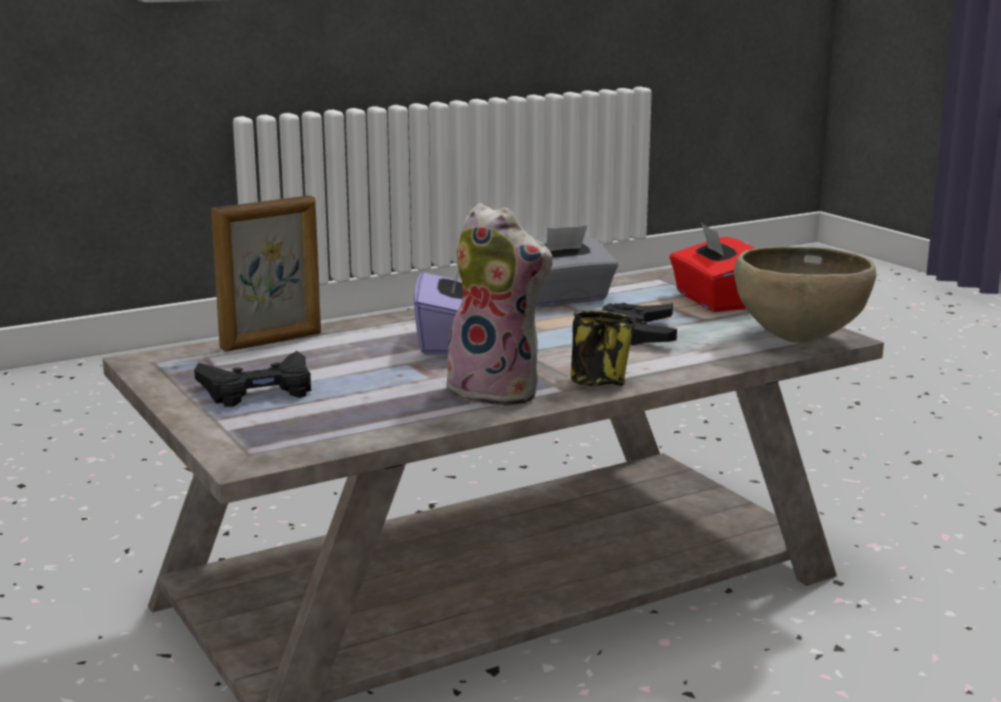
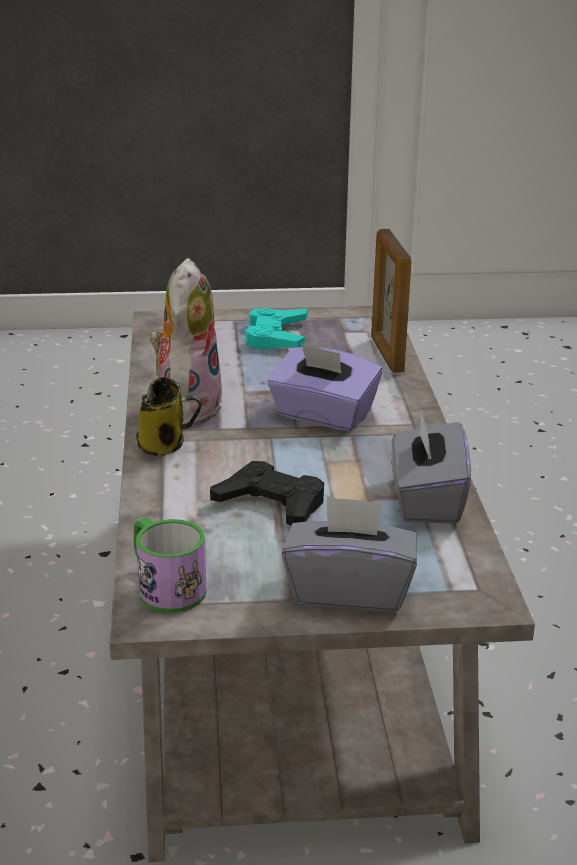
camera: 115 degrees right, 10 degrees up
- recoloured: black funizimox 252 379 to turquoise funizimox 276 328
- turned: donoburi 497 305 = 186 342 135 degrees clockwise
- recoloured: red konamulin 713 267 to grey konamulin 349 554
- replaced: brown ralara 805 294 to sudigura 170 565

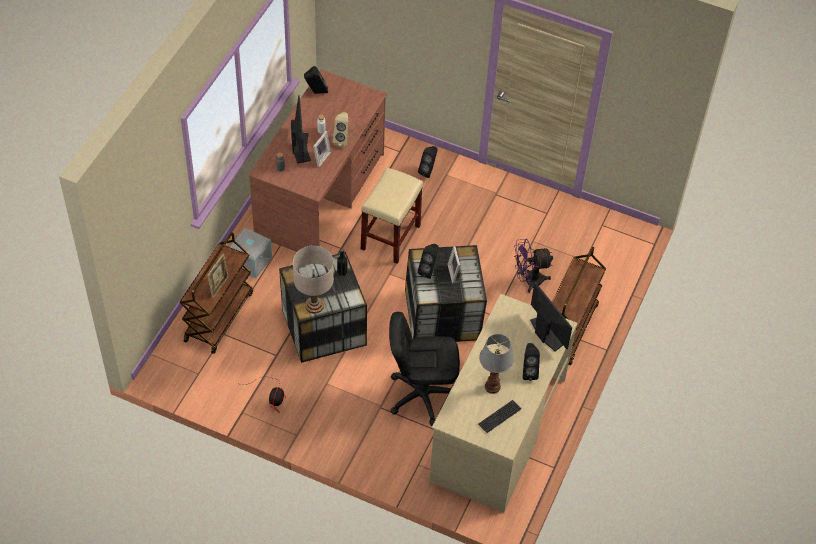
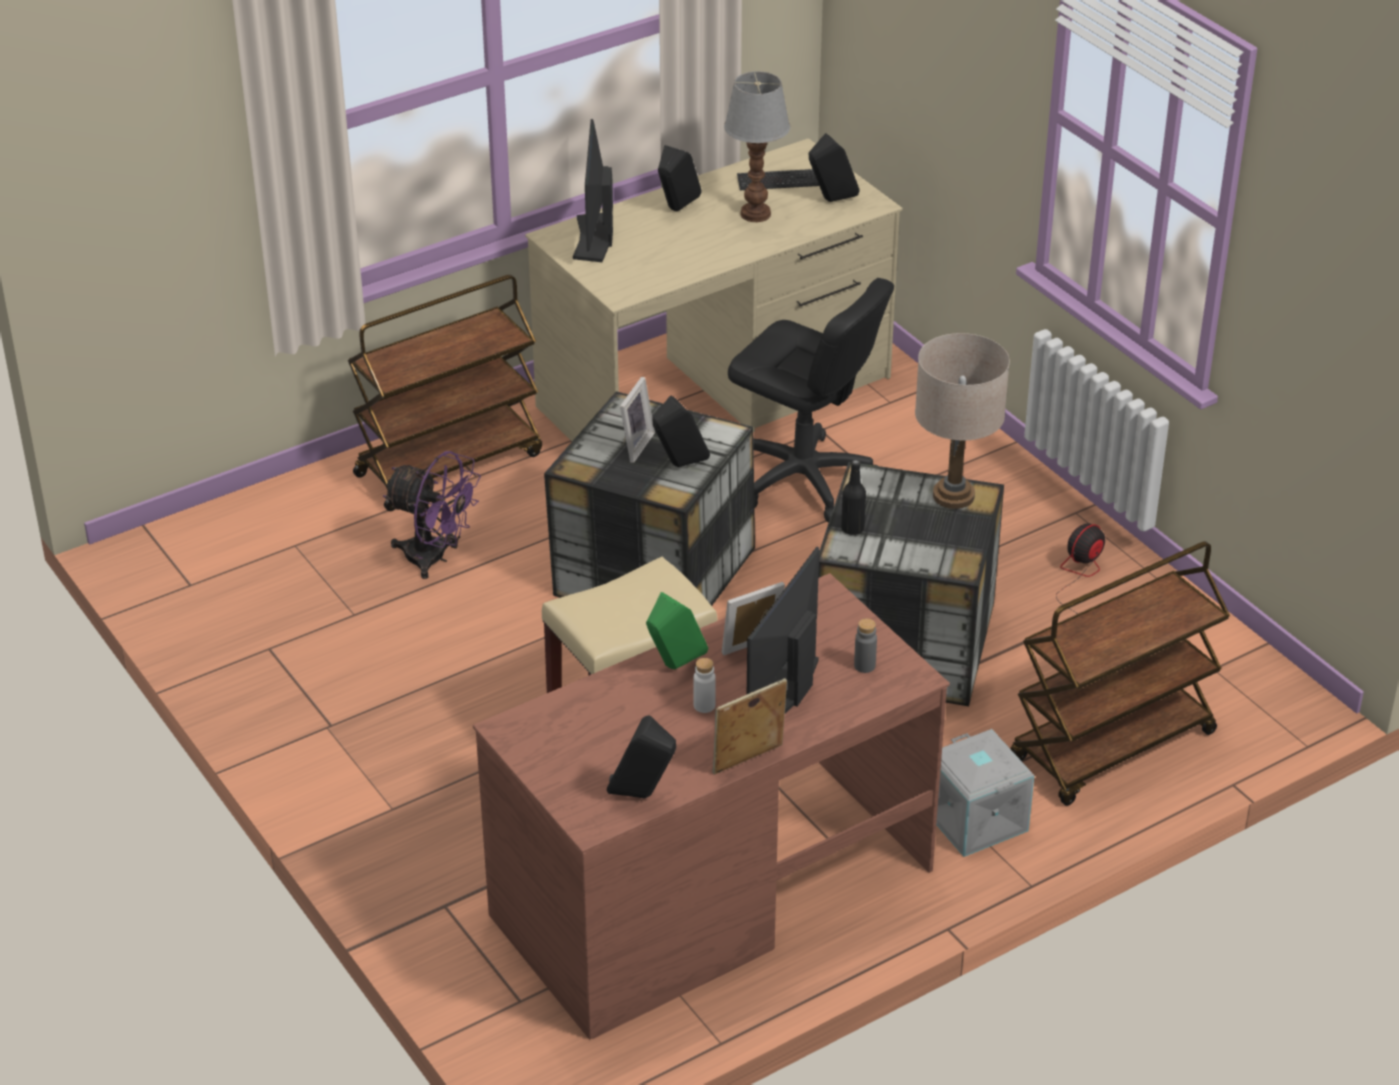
camera: 145 degrees left, 15 degrees down
- moved: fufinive 218 276 to 750 726
- recoloured: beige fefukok 340 129 to green fefukok 677 630
- moved: black fefukok 428 162 to 834 167

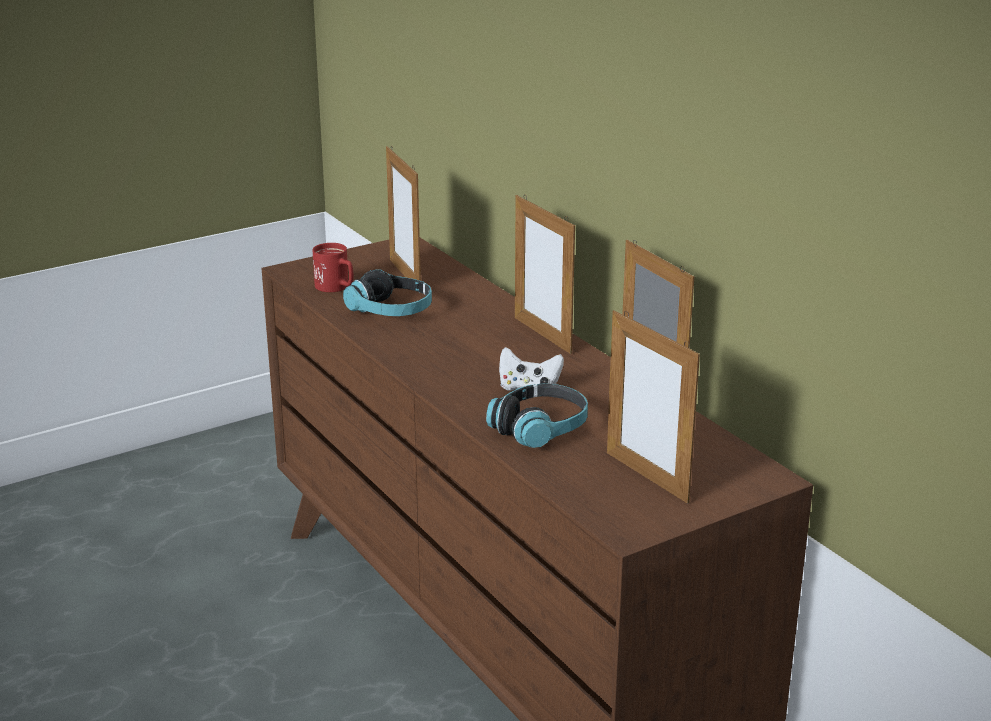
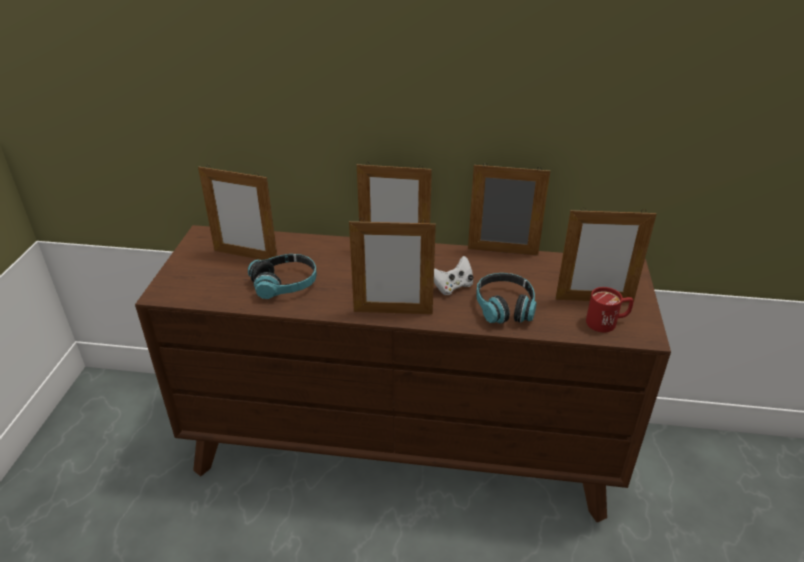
camera: 50 degrees left, 10 degrees up
- moved: red sudigura 332 267 to 609 309
- added: fufinive 392 266

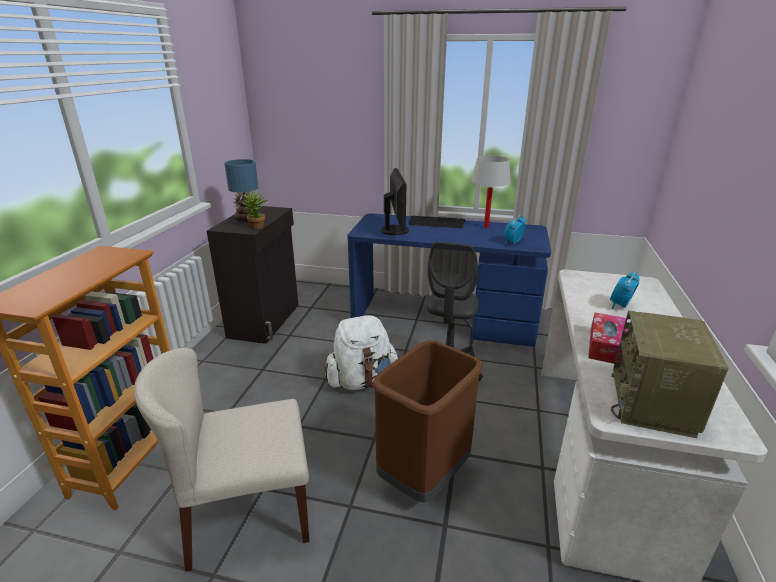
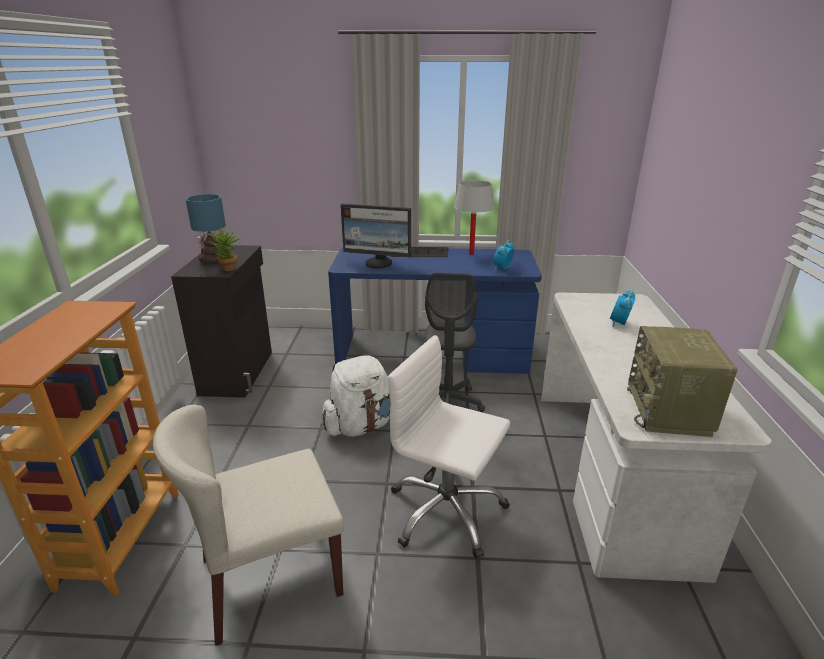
camera: 10 degrees left, 0 degrees up
- replaced: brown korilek 427 421 to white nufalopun 449 447
- turned: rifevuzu 394 201 = 375 236 120 degrees clockwise
- removed: konamulin 607 338

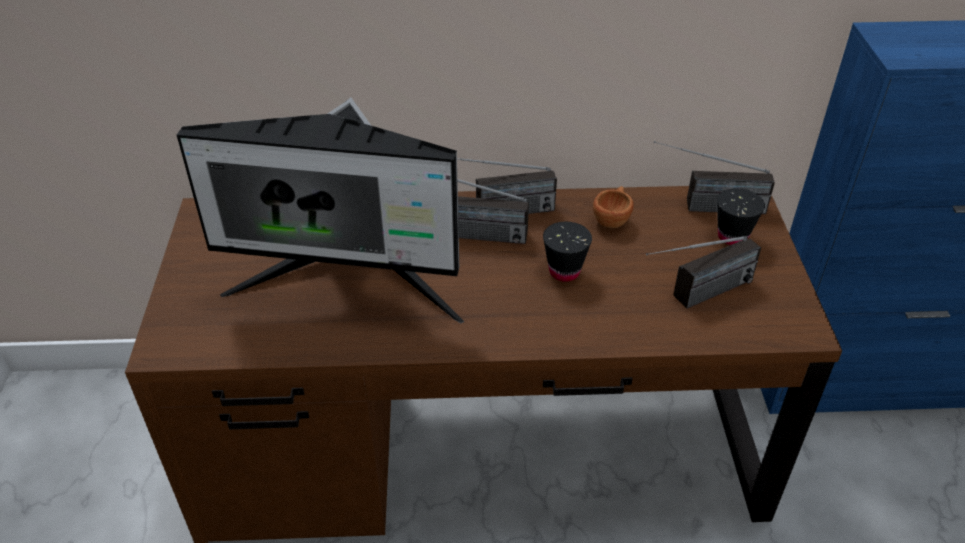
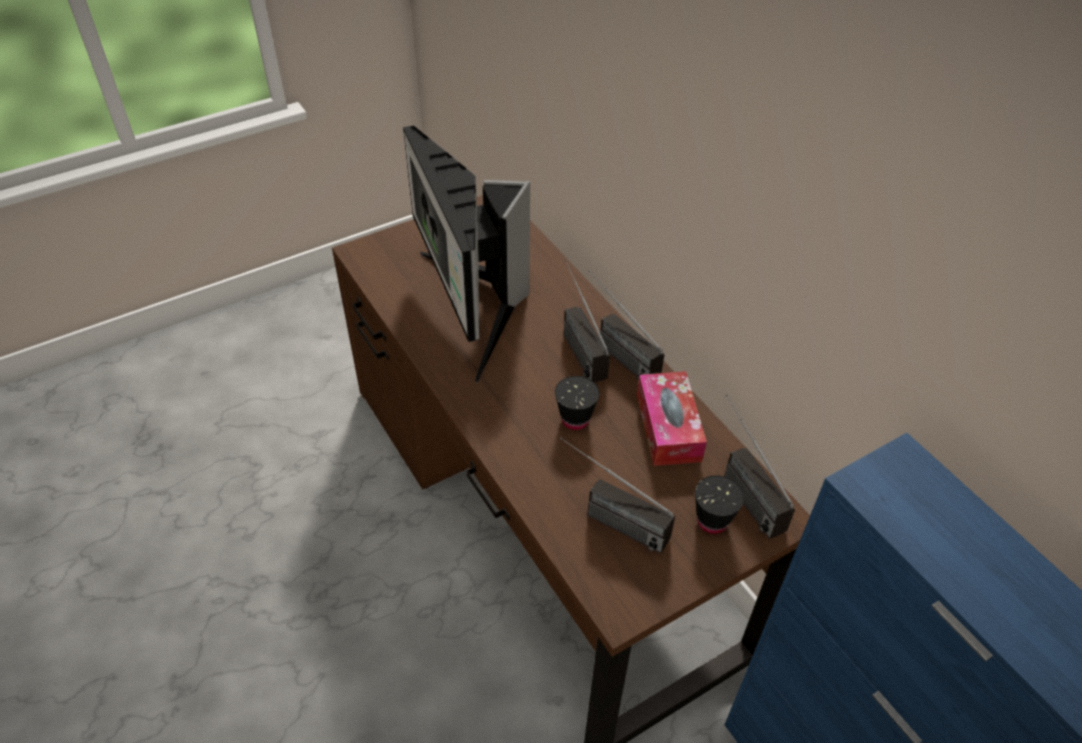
camera: 60 degrees right, 5 degrees up
- replaced: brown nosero 613 207 to konamulin 672 418

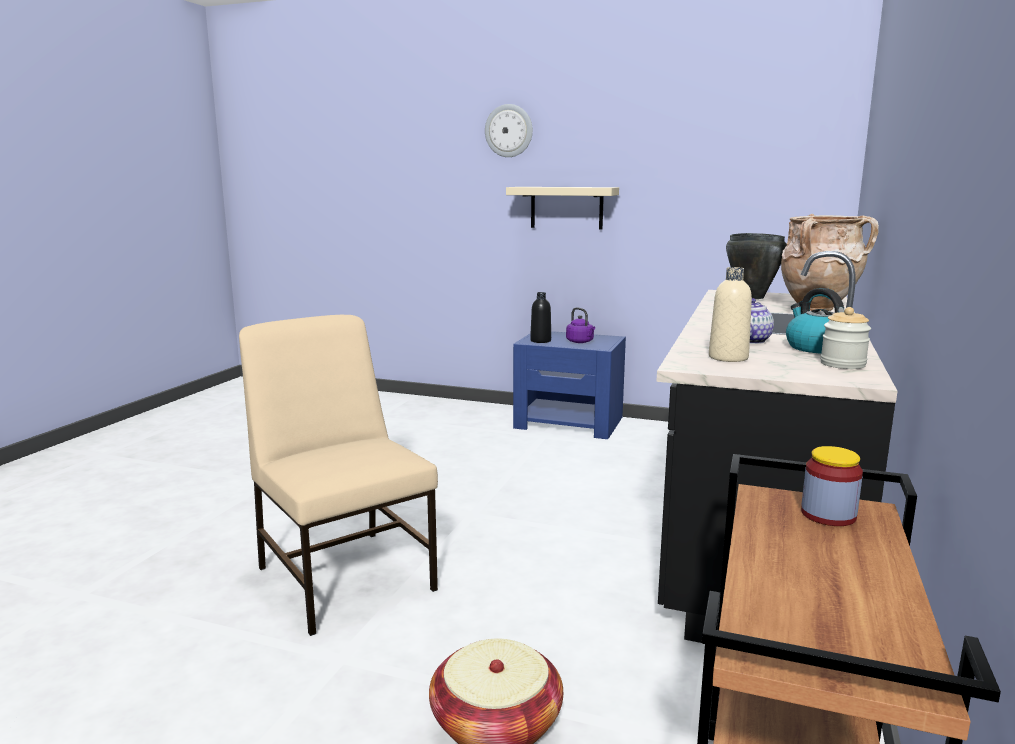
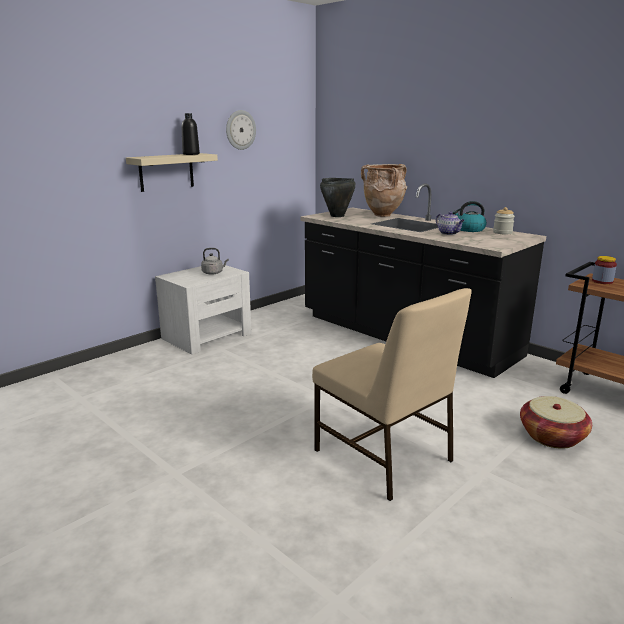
camera: 65 degrees left, 5 degrees up
- turned: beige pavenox 338 475 = 392 394 120 degrees counterclockwise
- moved: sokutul 509 130 to 241 130
- recoloured: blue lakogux 569 385 to white lakogux 203 309
- moved: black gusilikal 540 317 to 191 134
- recoloured: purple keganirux 580 325 to grey keganirux 215 261
- removed: beige gusilikal 730 314

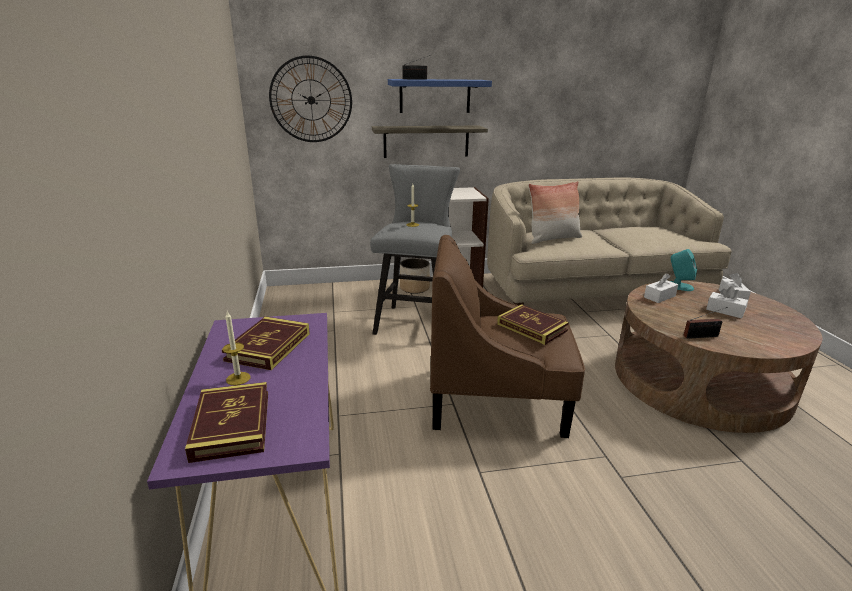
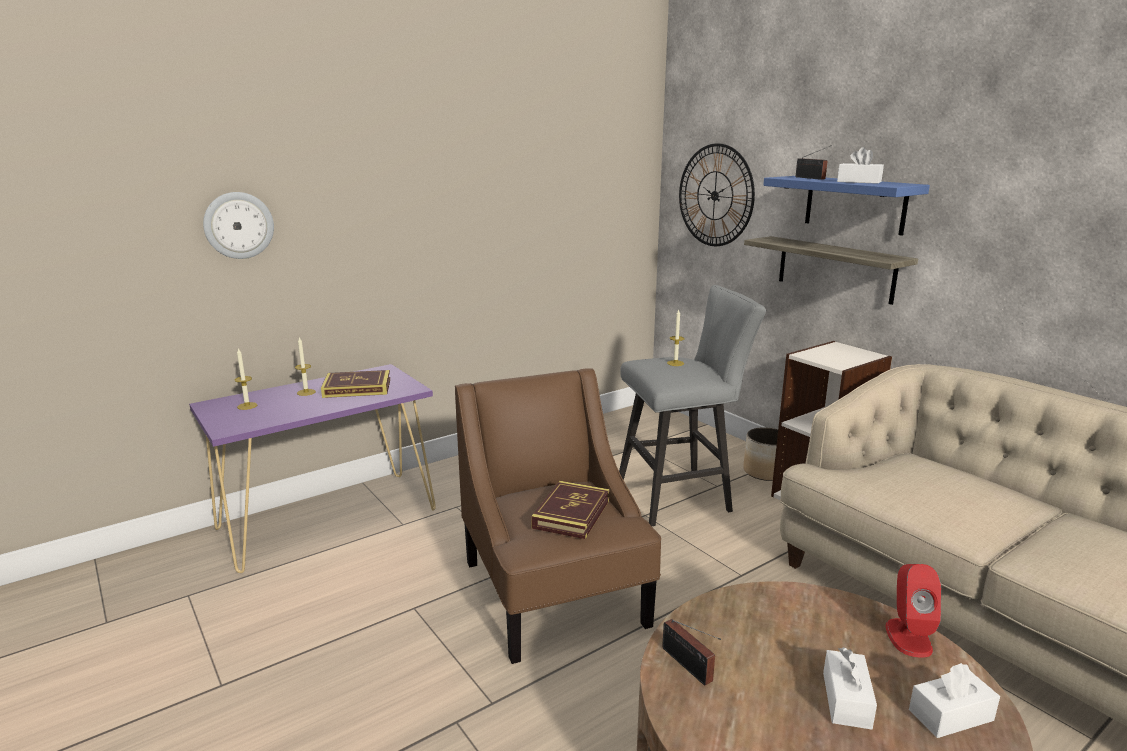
camera: 65 degrees right, 5 degrees down
- replaced: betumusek 226 422 to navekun 246 379
- removed: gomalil 555 212
- moved: white konamulin 661 288 to 860 165
- recoloured: turquoise fefukok 683 270 to red fefukok 913 611
- added: sokutul 238 225

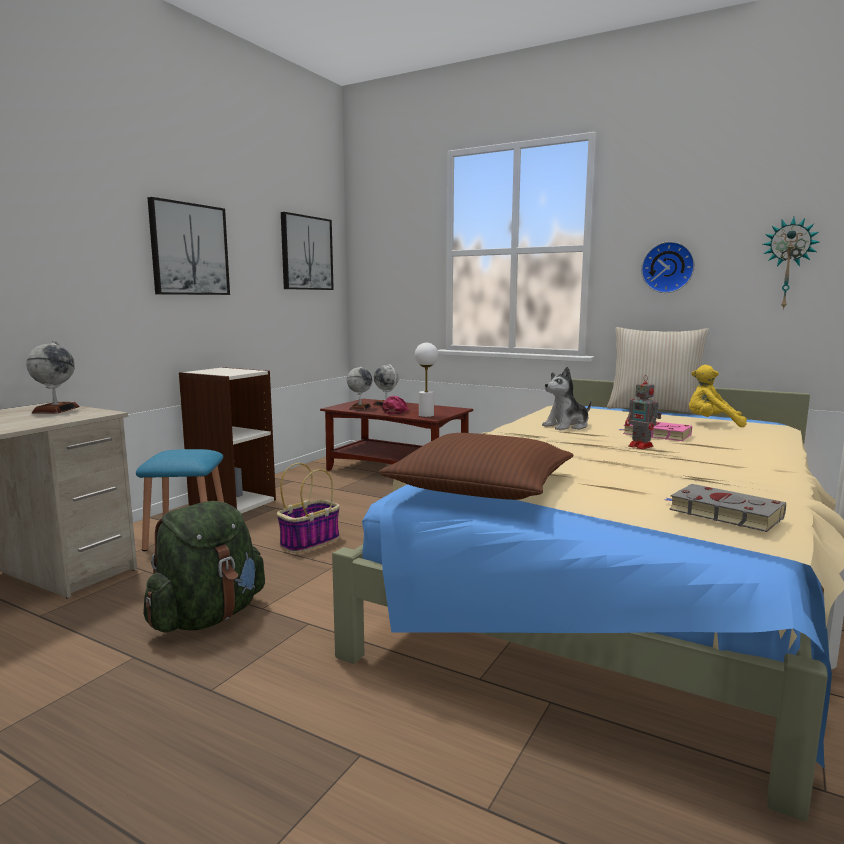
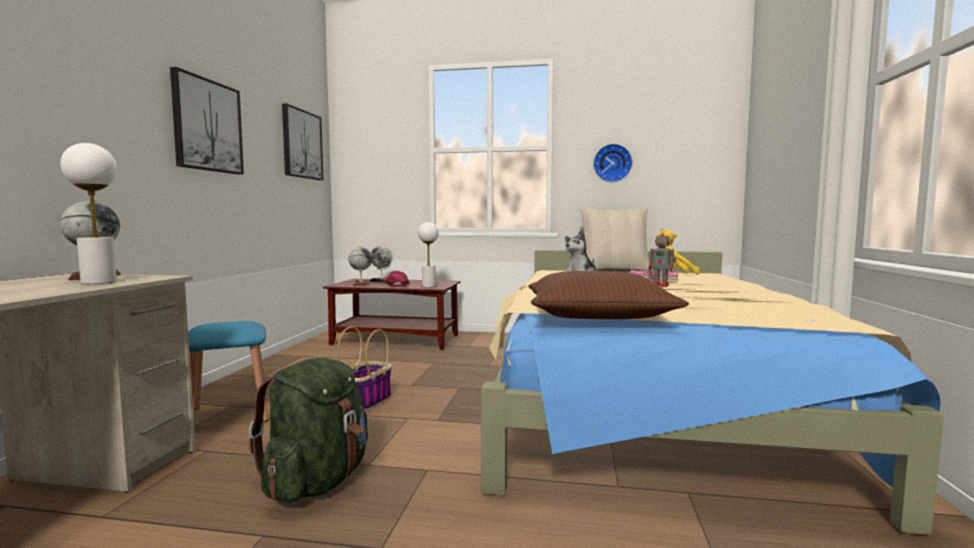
camera: 20 degrees left, 5 degrees down
- removed: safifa 227 440
- removed: grey betumusek 725 508
- removed: sokutul 791 263
- added: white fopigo 89 213

